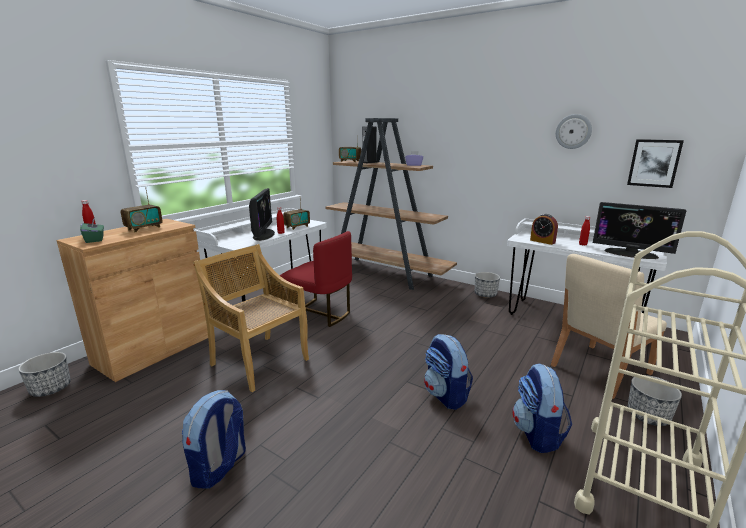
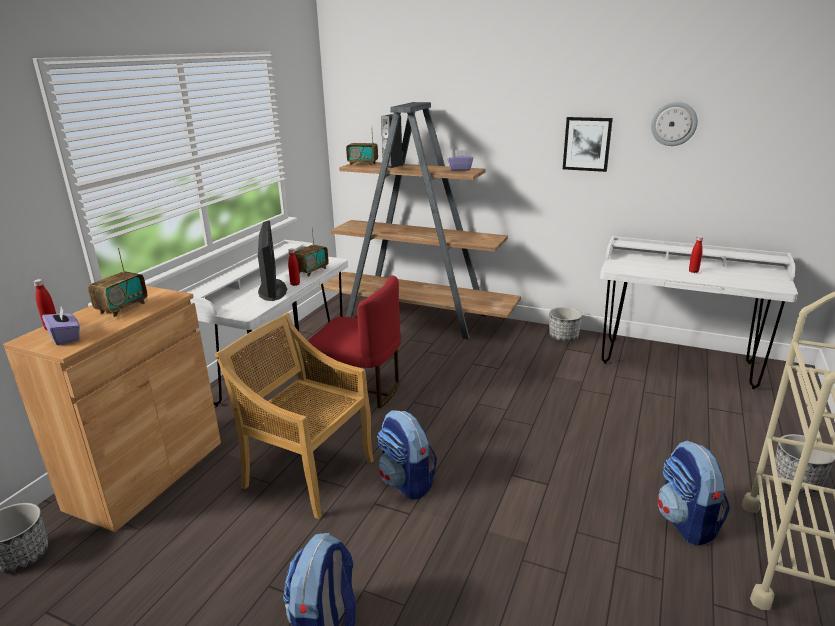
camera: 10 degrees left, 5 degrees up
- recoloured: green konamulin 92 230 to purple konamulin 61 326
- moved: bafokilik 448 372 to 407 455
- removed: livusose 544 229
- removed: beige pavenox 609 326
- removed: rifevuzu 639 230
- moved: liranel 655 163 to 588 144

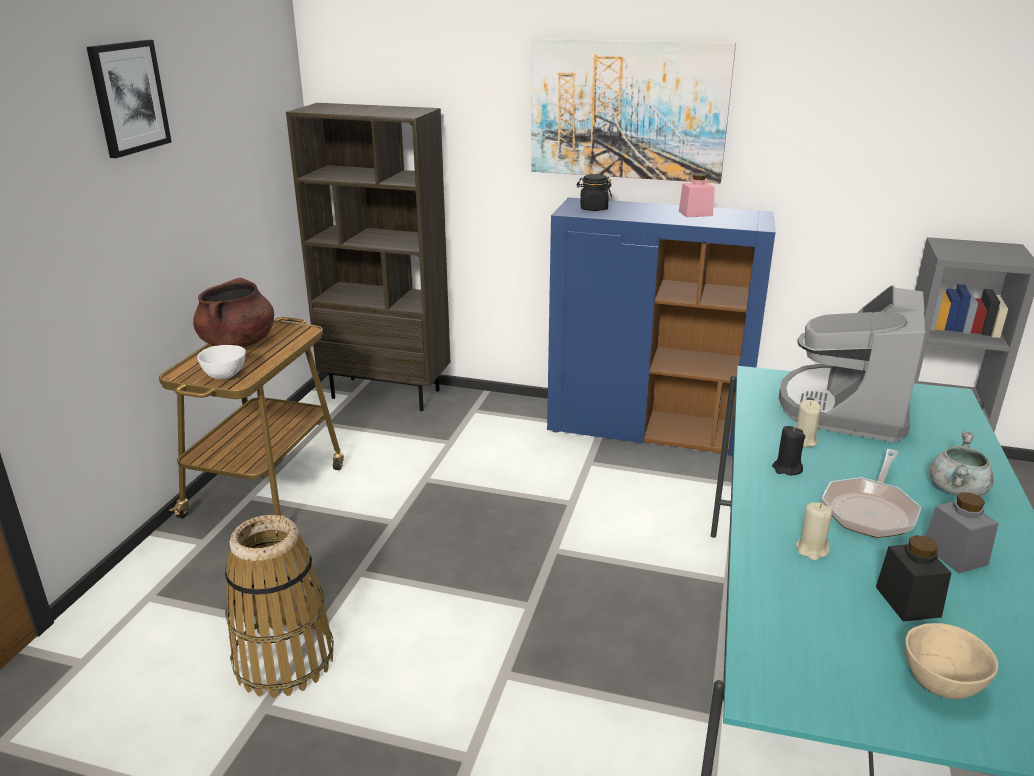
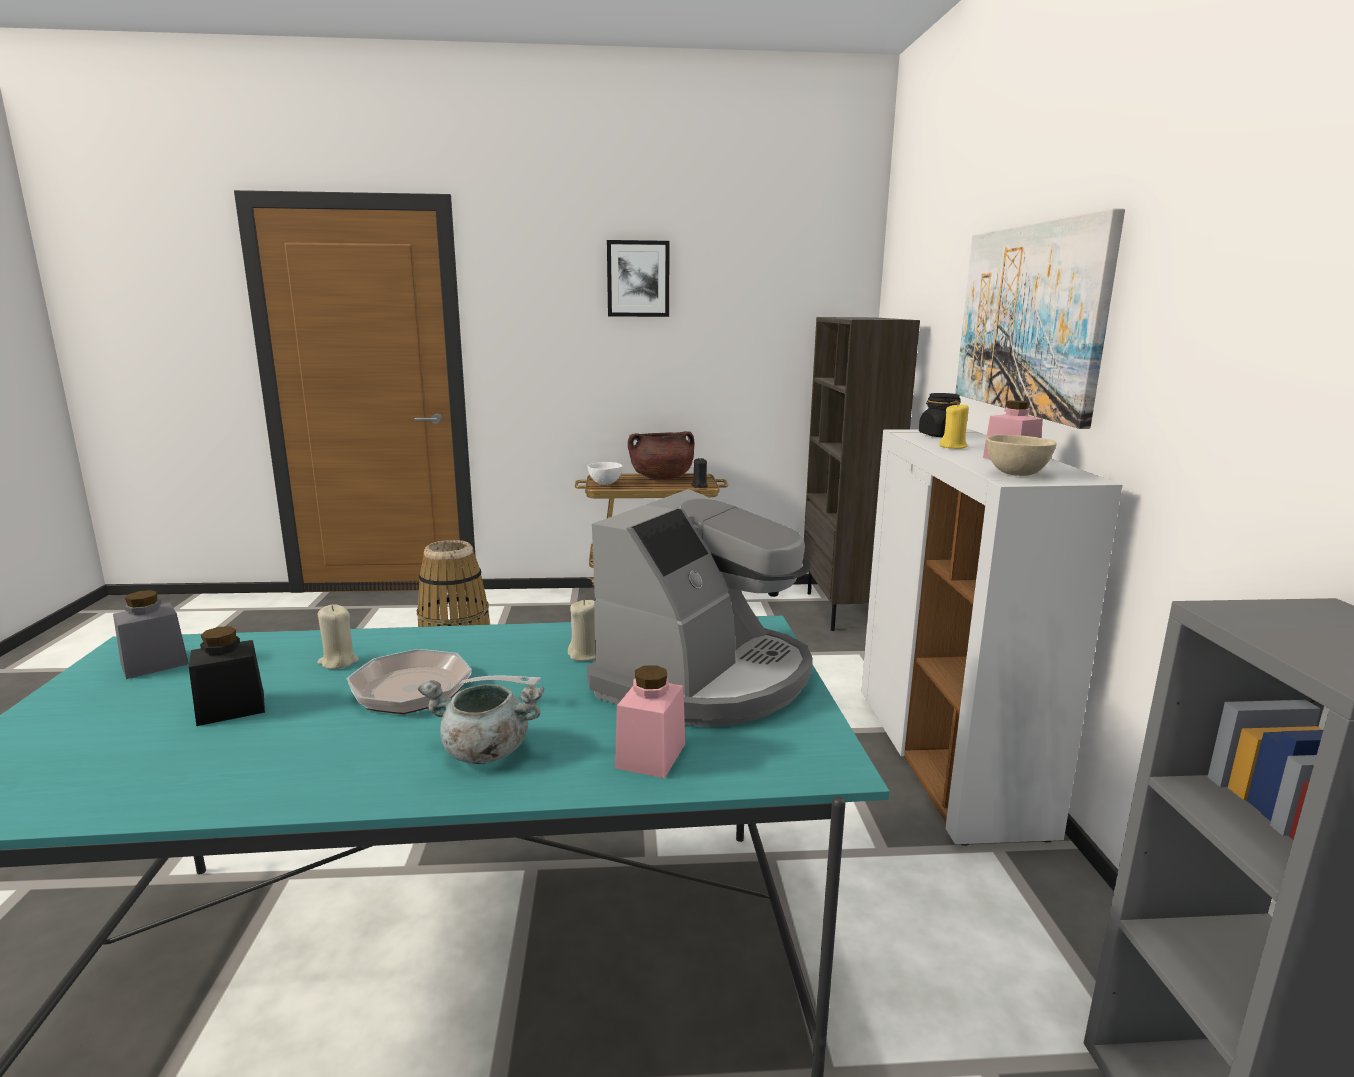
camera: 70 degrees right, 10 degrees down
- recoloured: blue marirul 661 327 to white marirul 991 637
- moved: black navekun 788 450 to 699 473
- turned: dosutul 852 363 = 700 608 120 degrees clockwise
- moved: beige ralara 951 661 to 1021 455
- moved: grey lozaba 962 532 to 151 634
- added: pink lozaba 650 721
- added: yellow navekun 954 425

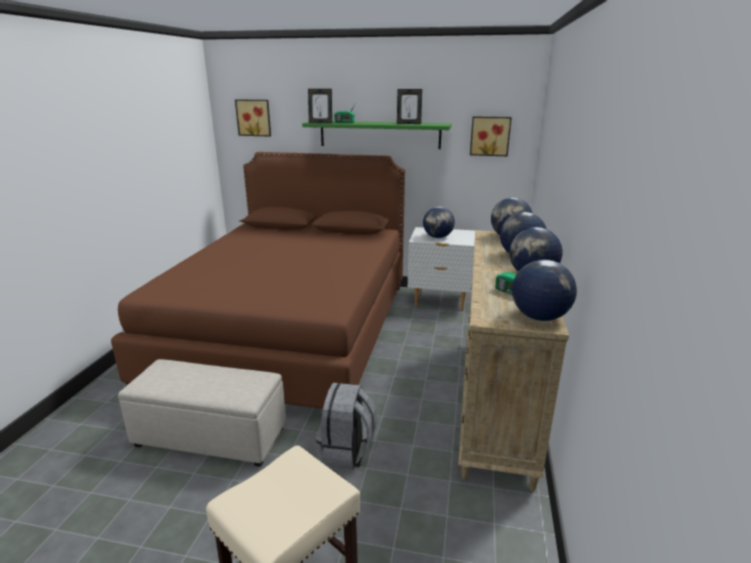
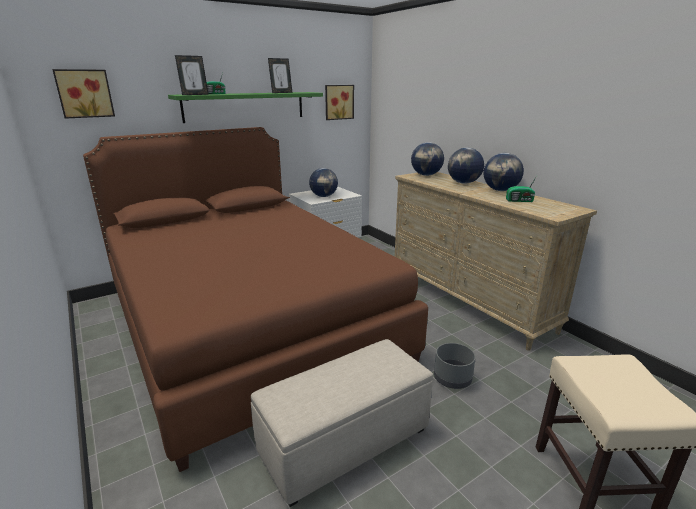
camera: 45 degrees left, 0 degrees up
- replaced: grey bafokilik 346 426 to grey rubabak 455 366
- removed: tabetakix 544 290

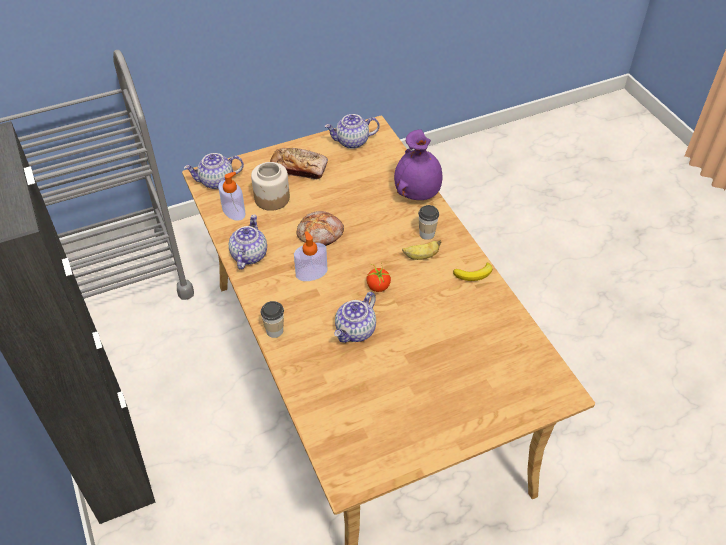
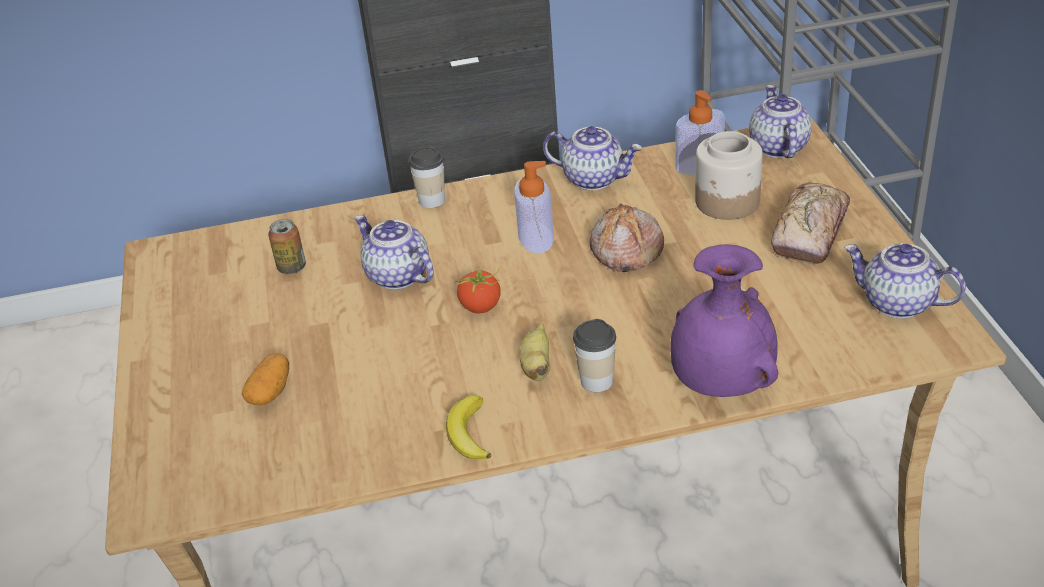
camera: 105 degrees right, 10 degrees down
- turned: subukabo 352 131 = 905 281 60 degrees counterclockwise
- added: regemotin 265 379
- added: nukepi 287 246

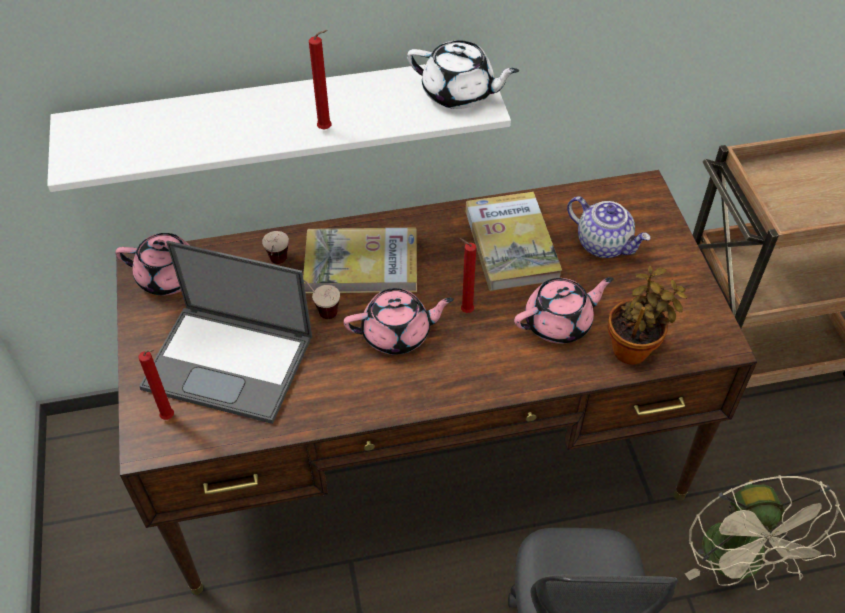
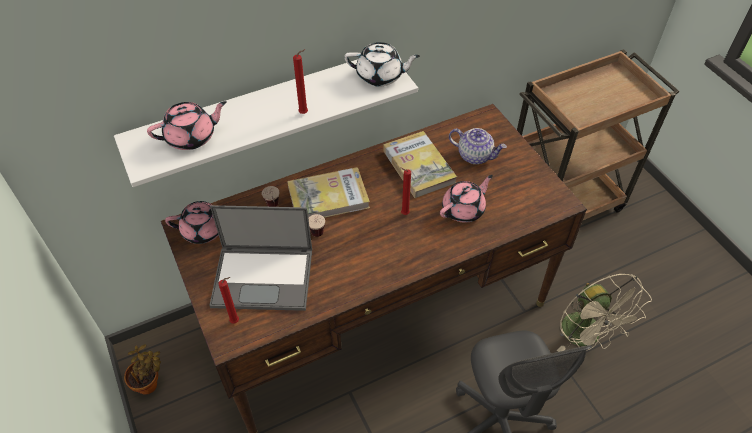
camera: 15 degrees left, 0 degrees up
- moved: pink subukabo 398 321 to 187 125
- moved: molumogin 647 315 to 142 369

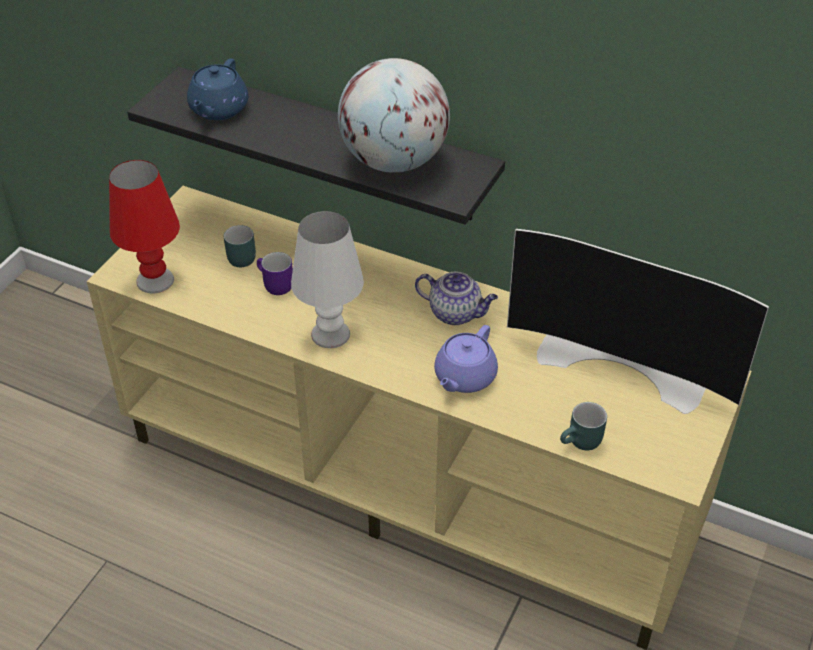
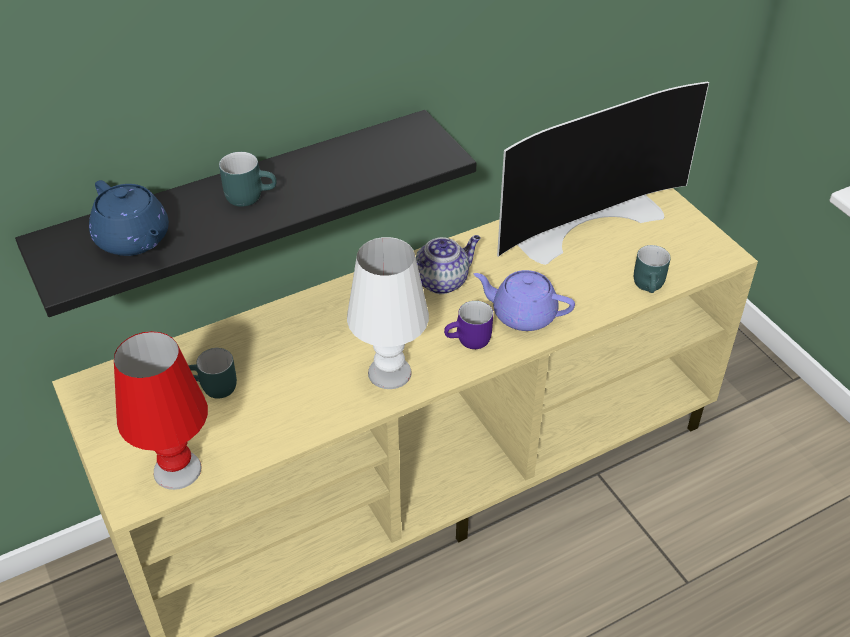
camera: 55 degrees left, 0 degrees up
- moved: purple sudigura 275 273 to 468 325
- removed: tabetakix 394 115
- turned: purple subukabo 466 359 = 524 300 135 degrees clockwise
- added: turquoise sudigura 248 179

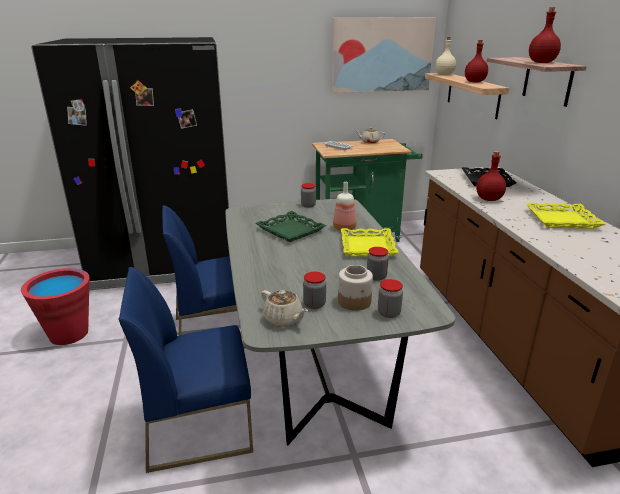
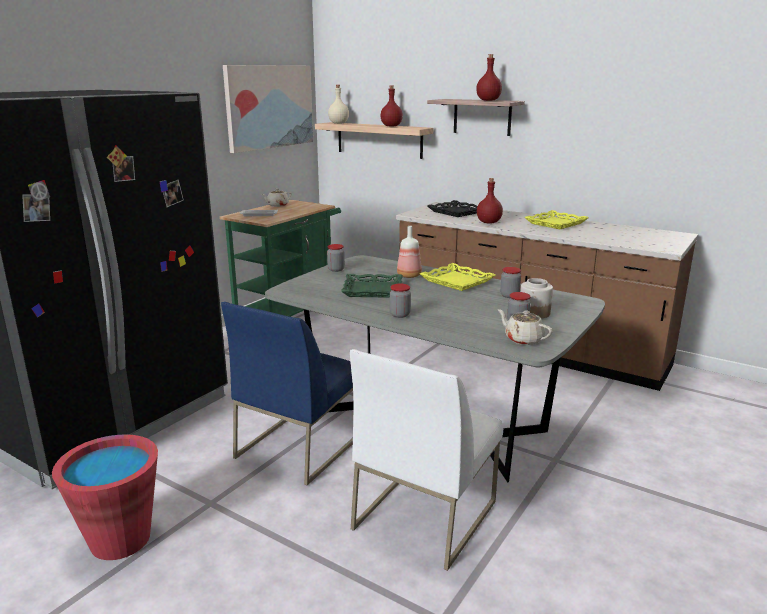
camera: 45 degrees left, 5 degrees down
- recoloured: blue pavenox 186 370 to white pavenox 426 460
- turned: beige subukabo 284 308 = 525 327 135 degrees counterclockwise
- moved: lozaba 390 298 to 400 301

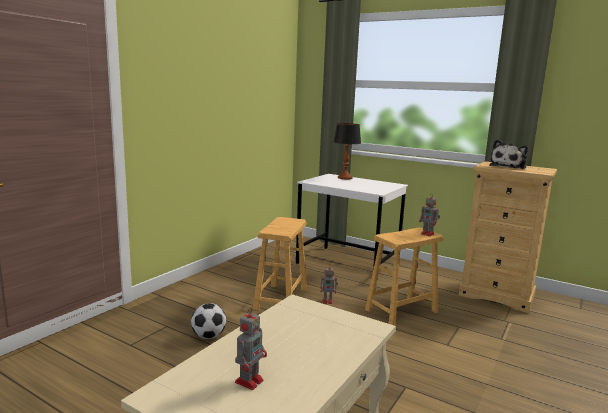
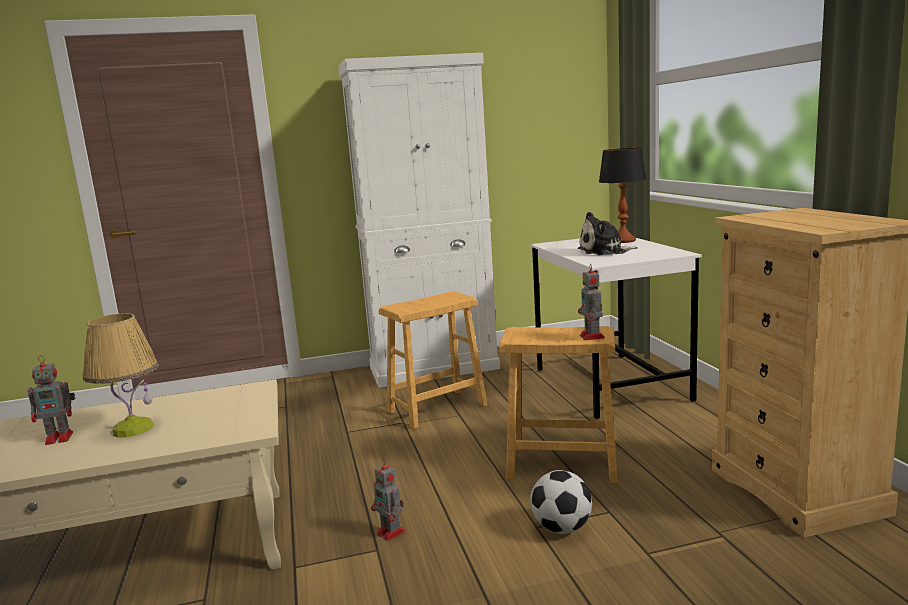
camera: 45 degrees right, 0 degrees up
- moved: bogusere 208 321 to 561 502
- moved: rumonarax 329 284 to 388 500
- moved: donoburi 508 154 to 608 233
- added: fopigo 121 375
- added: white marirul 419 220

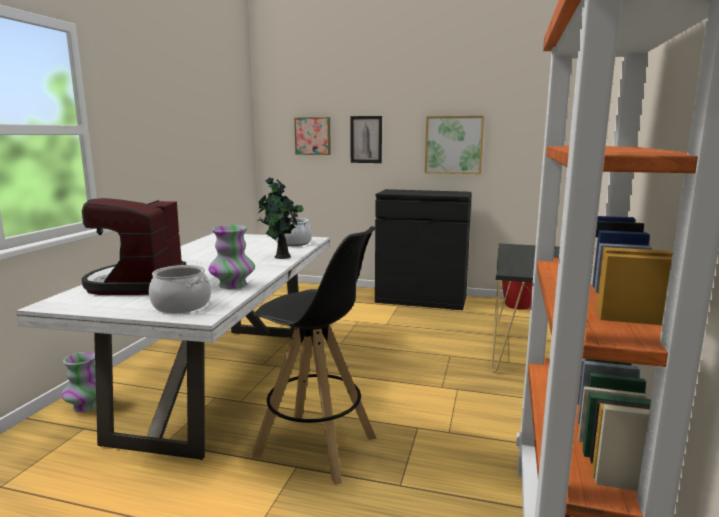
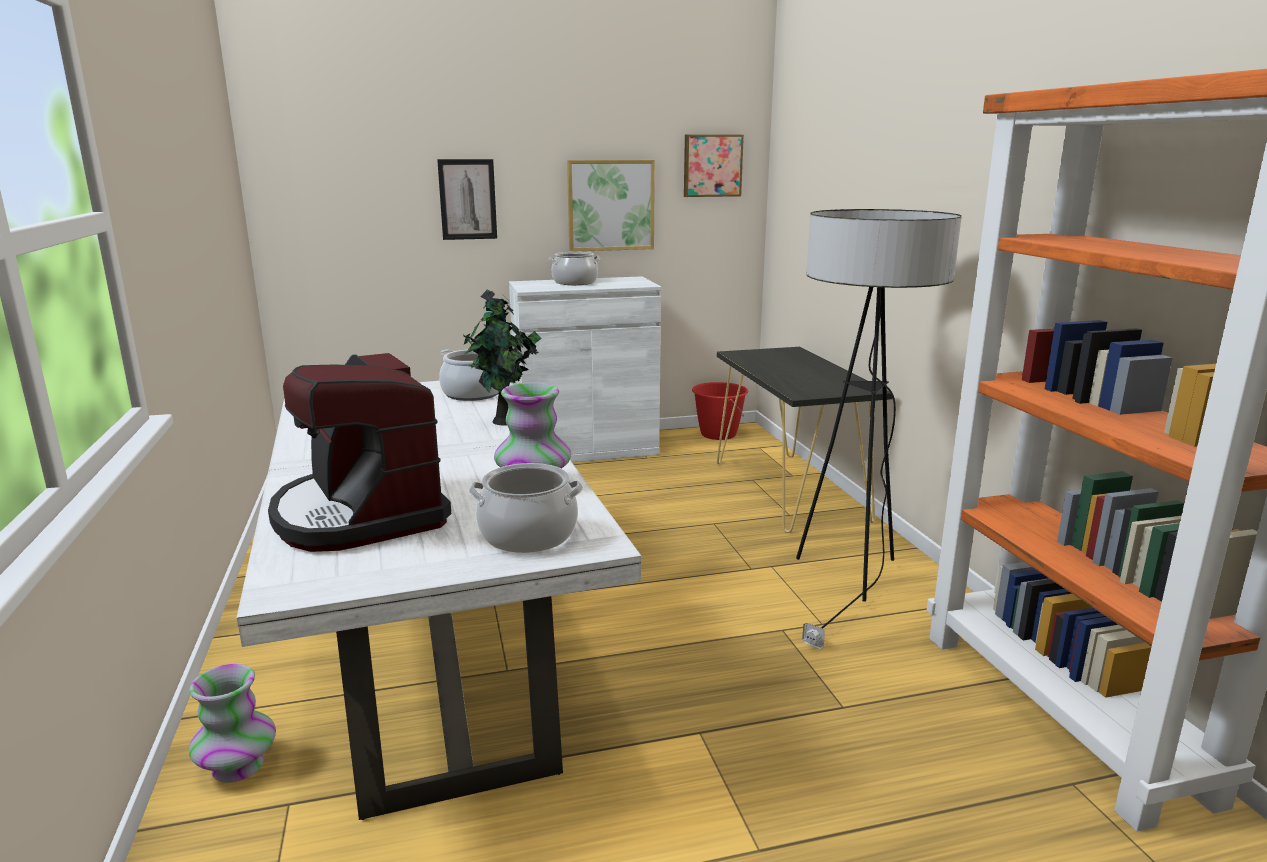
camera: 30 degrees left, 5 degrees up
- removed: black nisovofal 313 355
- moved: liranel 312 136 to 714 165
- recoloured: black marirul 423 249 to white marirul 585 369
- added: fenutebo 574 268
- added: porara 879 429

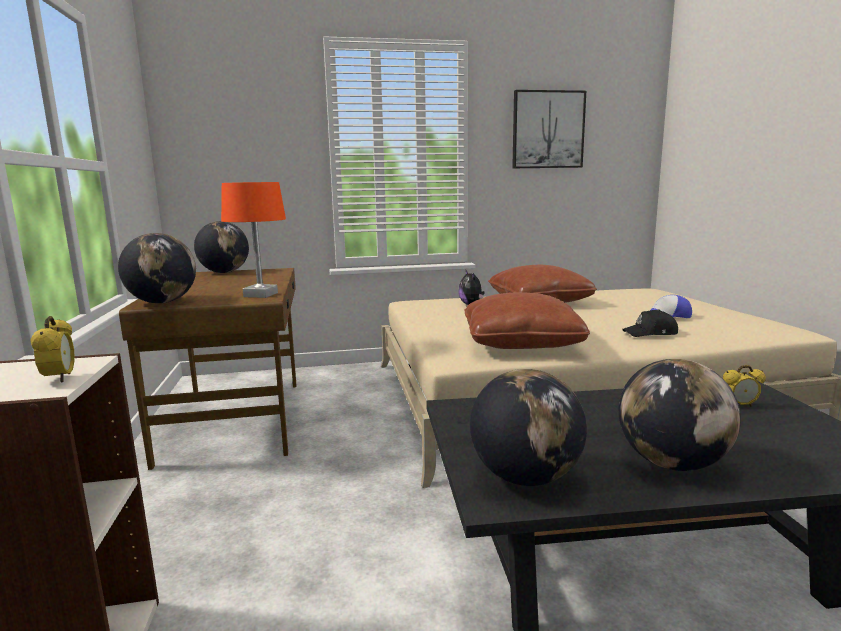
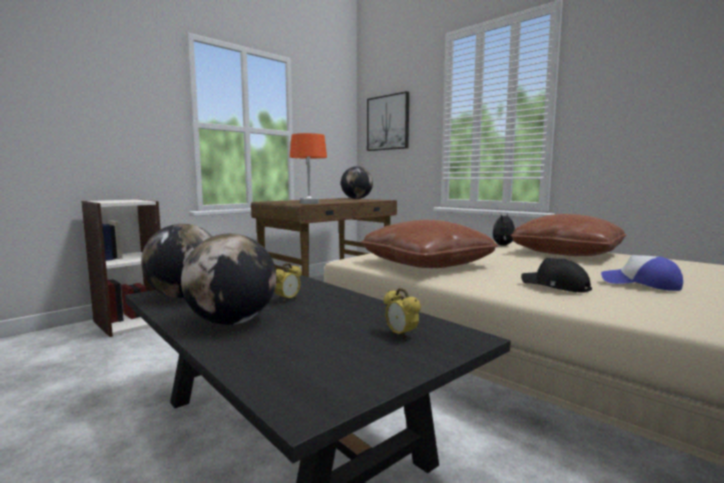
camera: 55 degrees right, 5 degrees down
- moved: livusose 52 349 to 288 282
- removed: tabetakix 157 268
- moved: liranel 549 129 to 388 121

